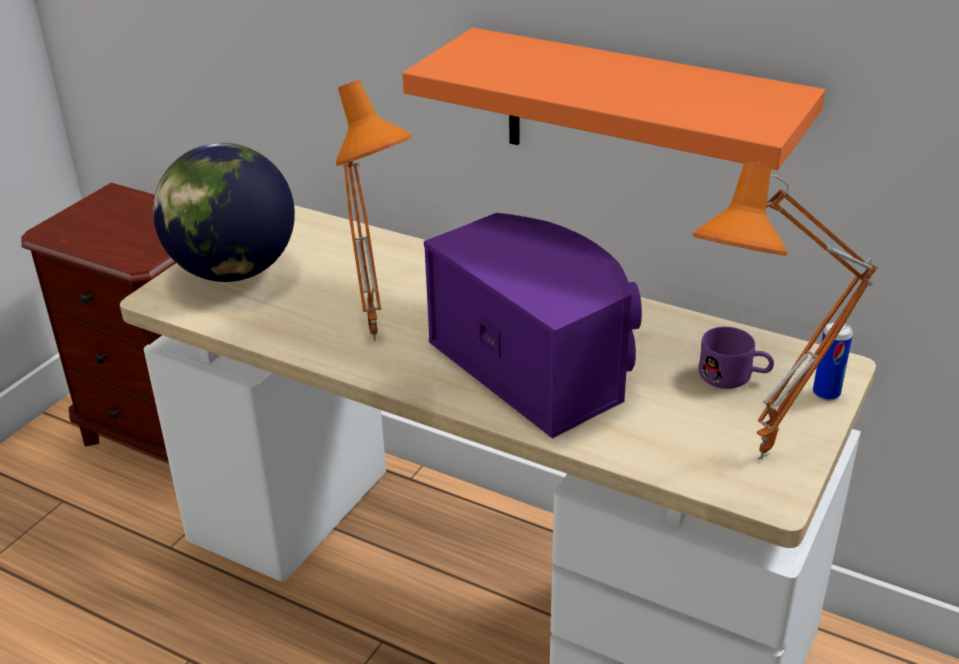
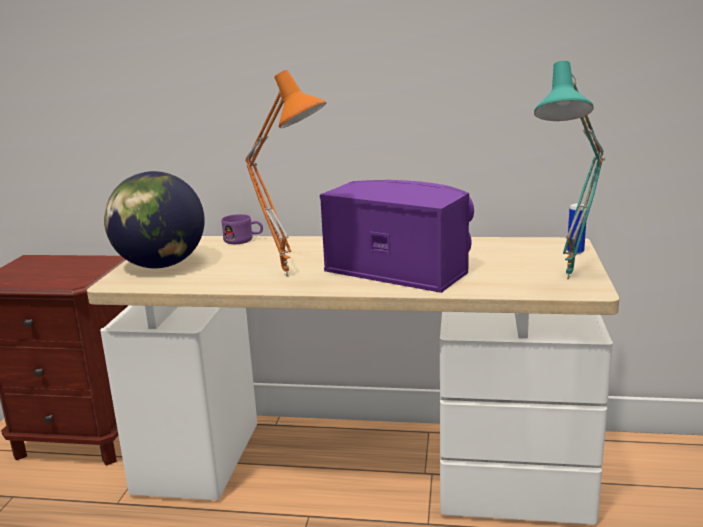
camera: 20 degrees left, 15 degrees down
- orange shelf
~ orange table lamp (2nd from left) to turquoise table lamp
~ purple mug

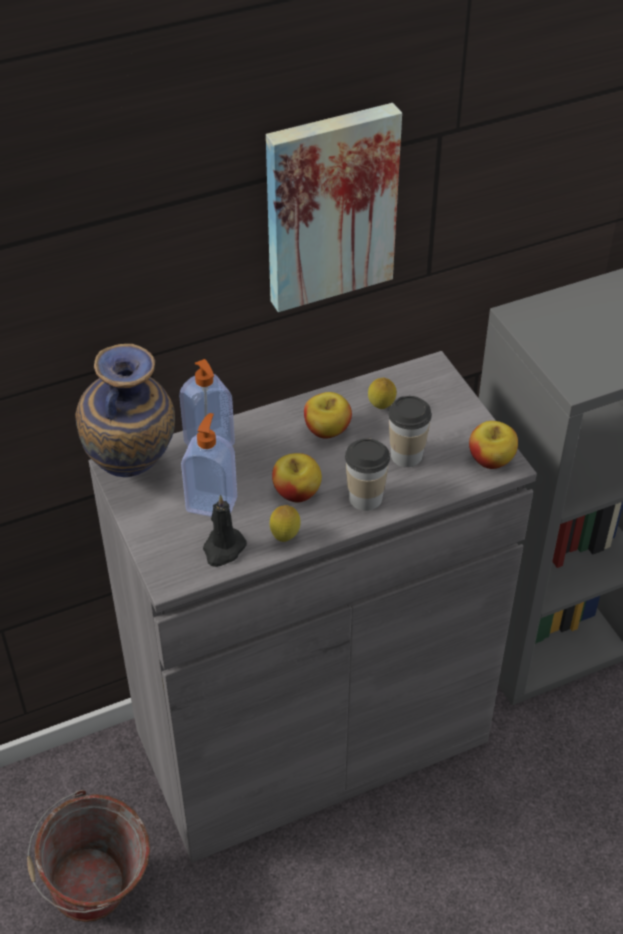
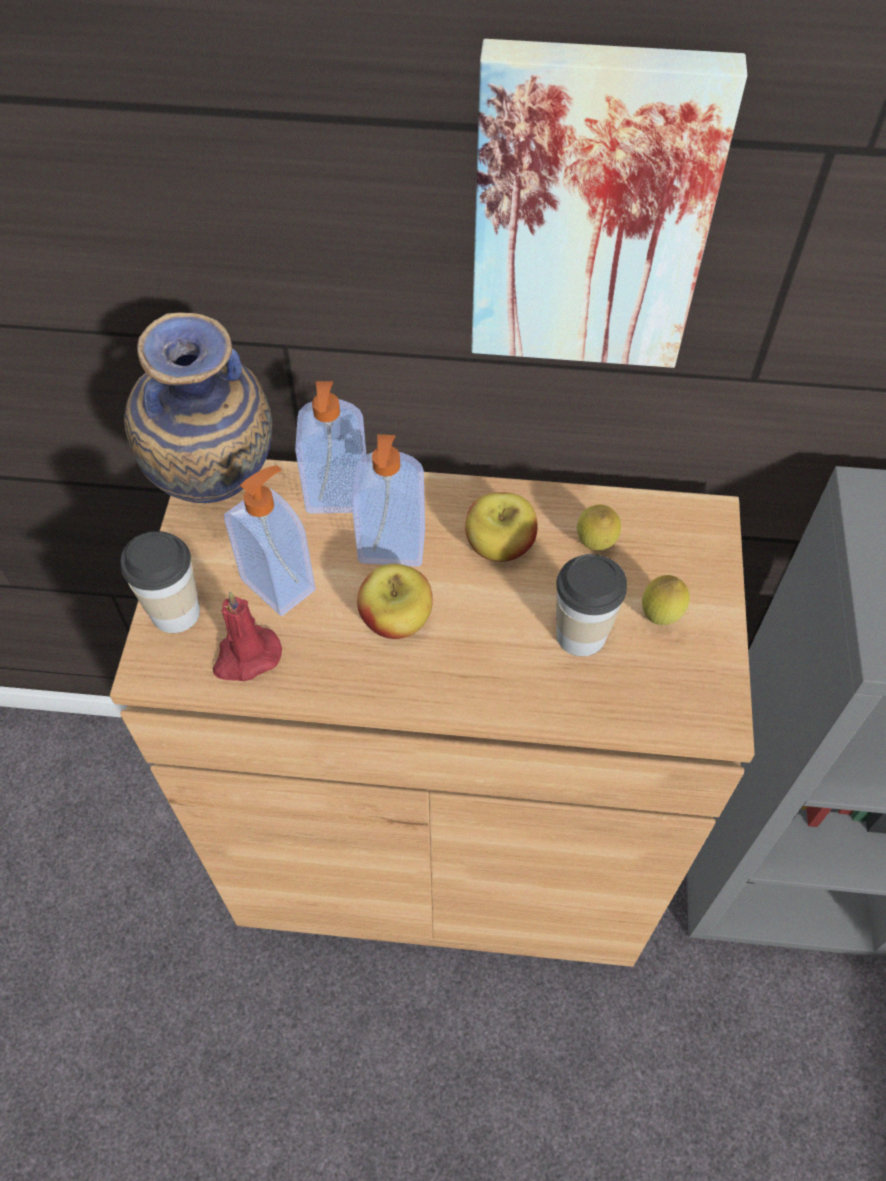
camera: 30 degrees right, 10 degrees up
- bucket
~ grey cabinet to brown cabinet
~ black candle to red candle
~ lemon (1st from left in the first image) to lemon (2nd from left)
~ cup (1st from left)
- apple (3rd from left)
+ soap dispenser (3rd from left)

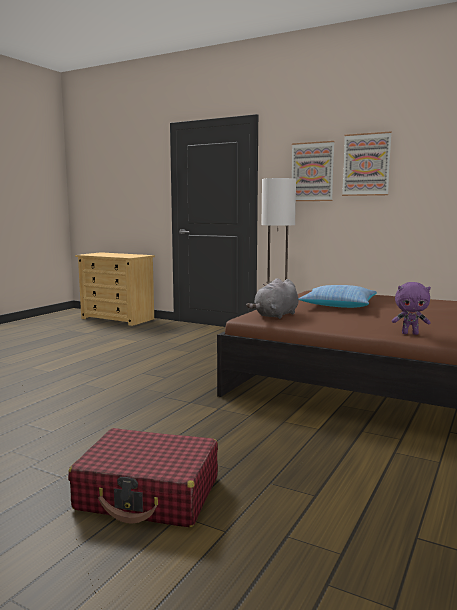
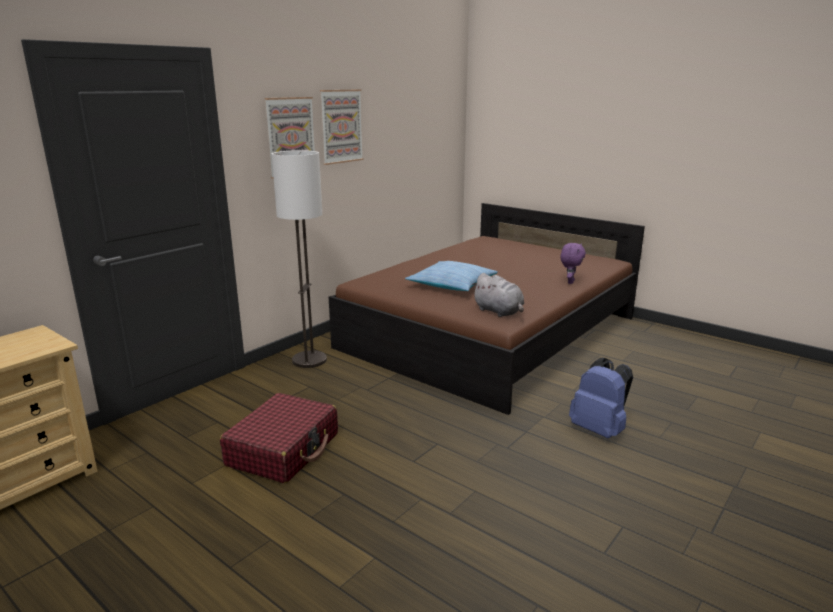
camera: 80 degrees left, 10 degrees up
~ red suitcase
+ blue backpack

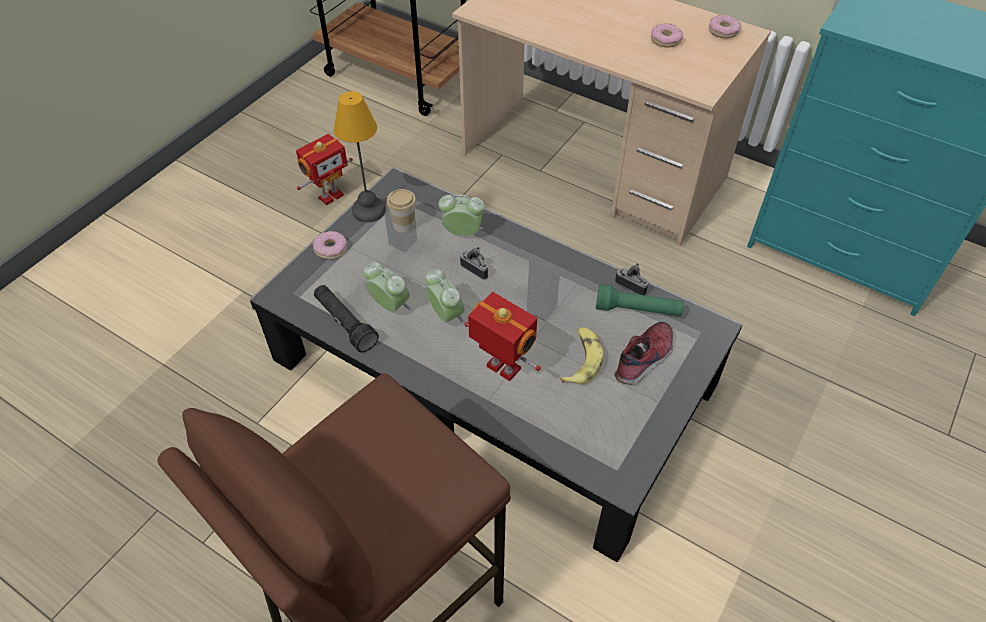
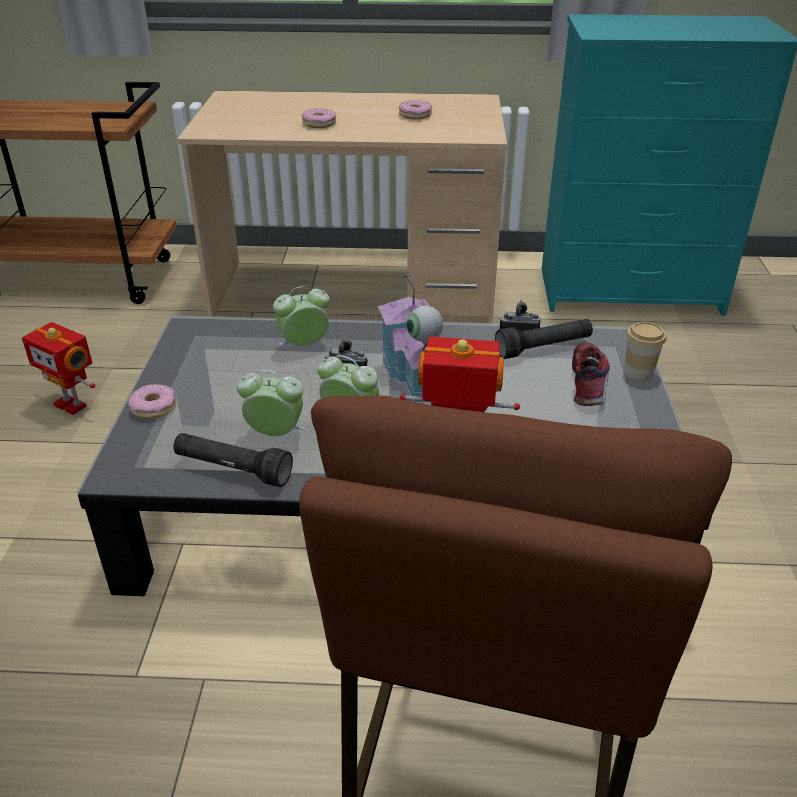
camera: 30 degrees left, 15 degrees down
~ toy robot (1st from left) 105 degrees clockwise
- table lamp
~ cup
- banana
~ green flashlight to black flashlight (2nd from left)
~ donut (3rd from left in the first image) to donut (2nd from left)
+ toy house

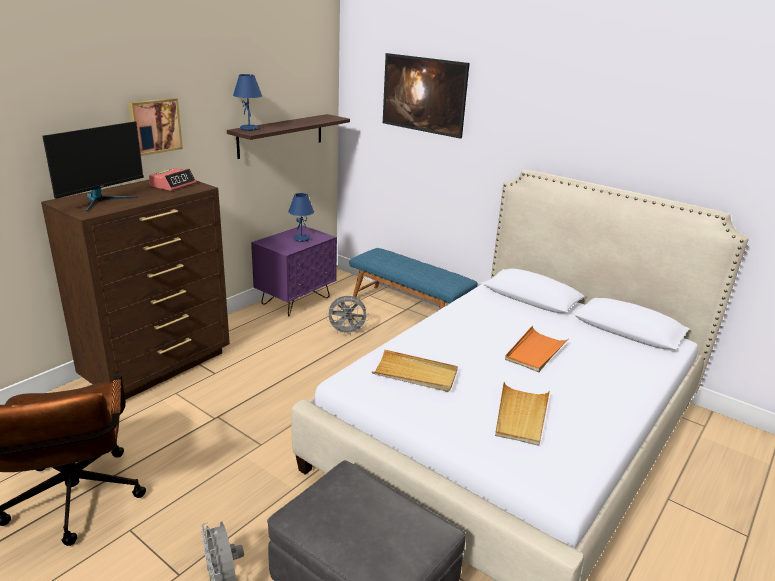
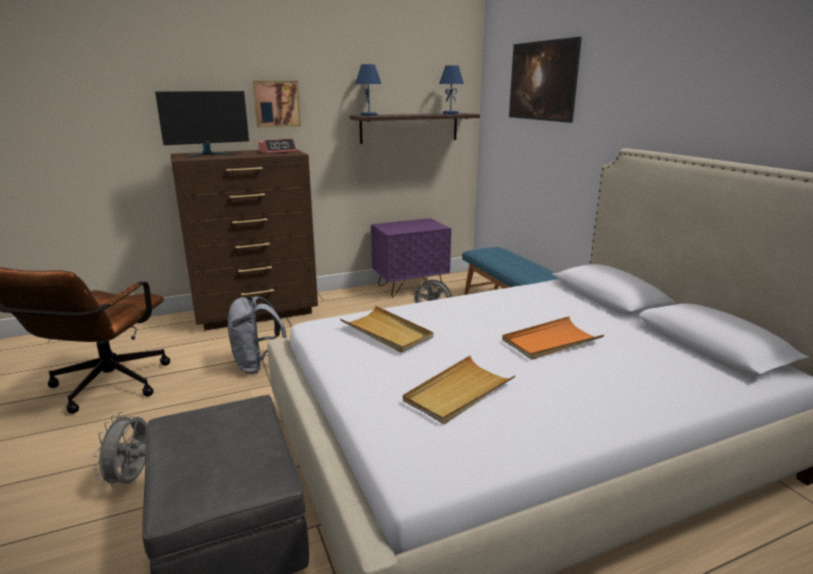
camera: 30 degrees right, 5 degrees down
~ blue table lamp (2nd from left)
+ grey backpack

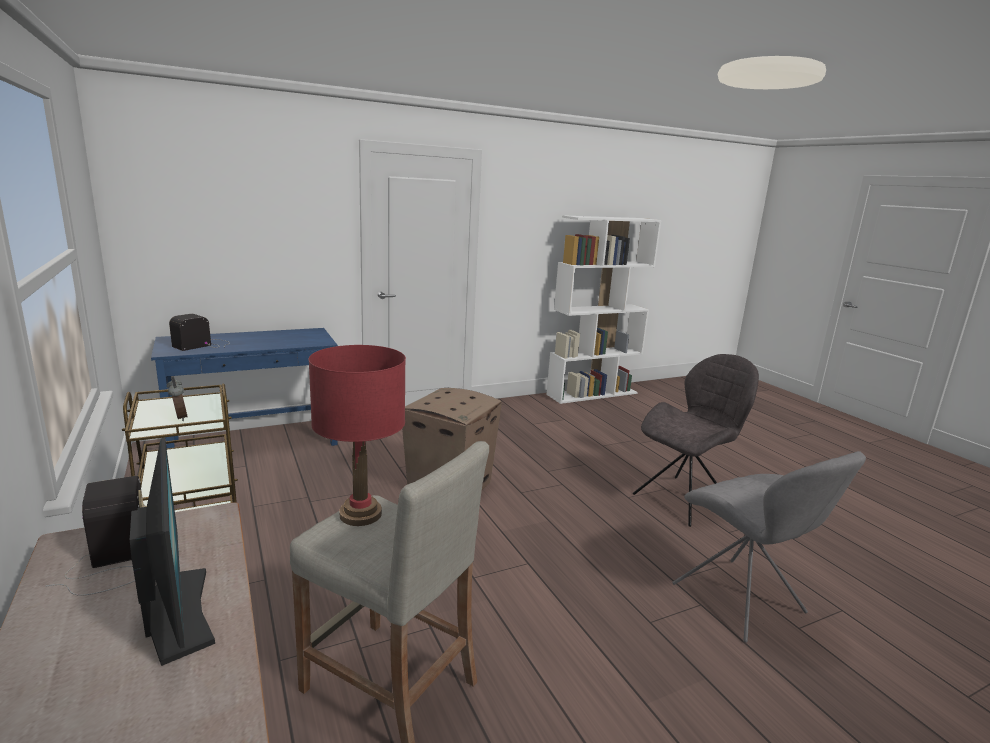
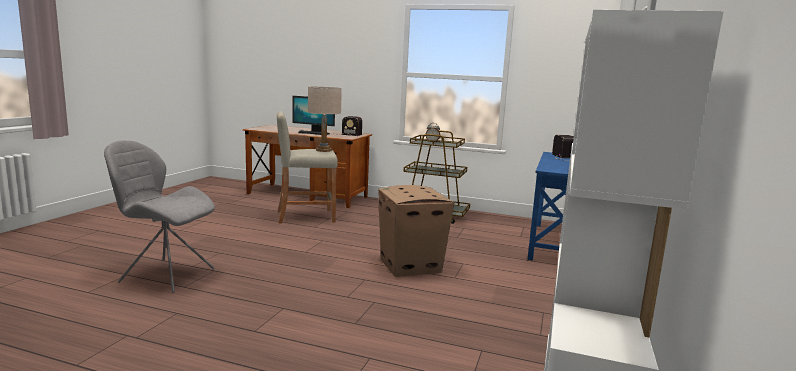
camera: 135 degrees right, 5 degrees down
~ red table lamp to beige table lamp
- grey chair (1st from left)

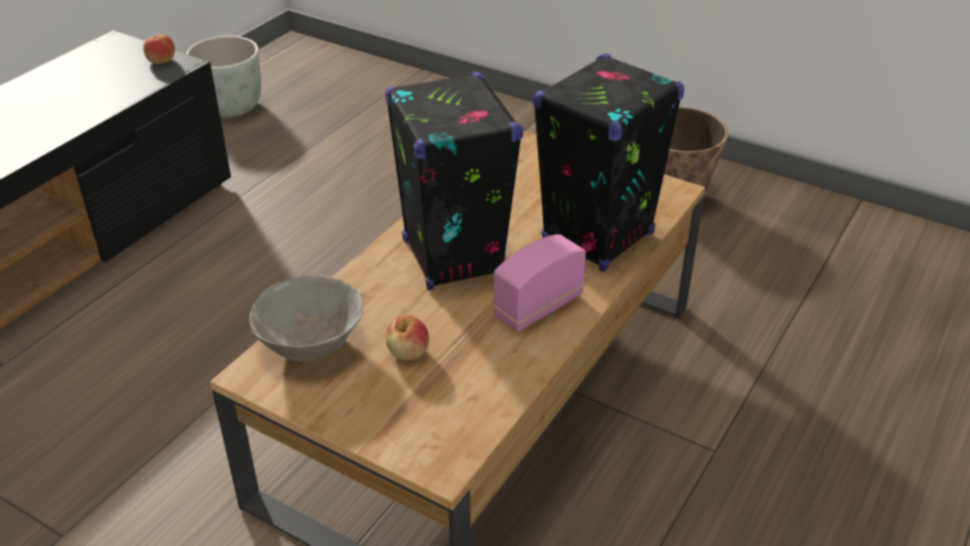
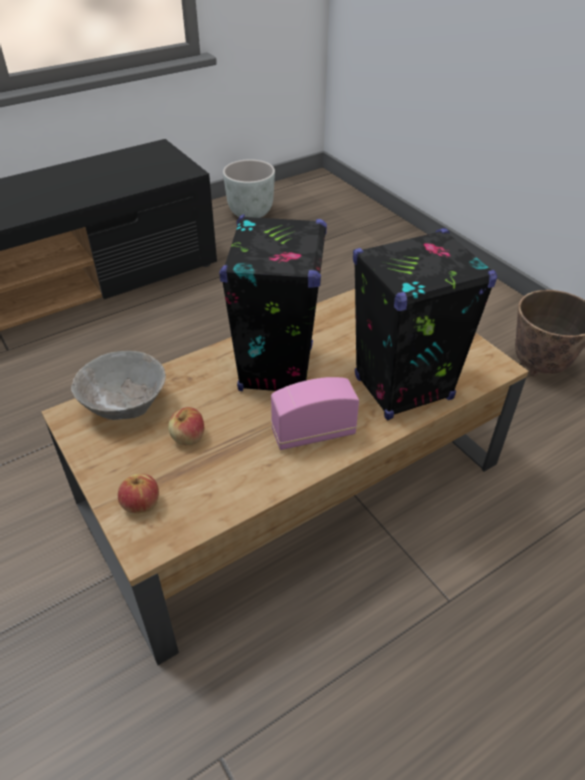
camera: 25 degrees right, 5 degrees up
~ apple (1st from left)

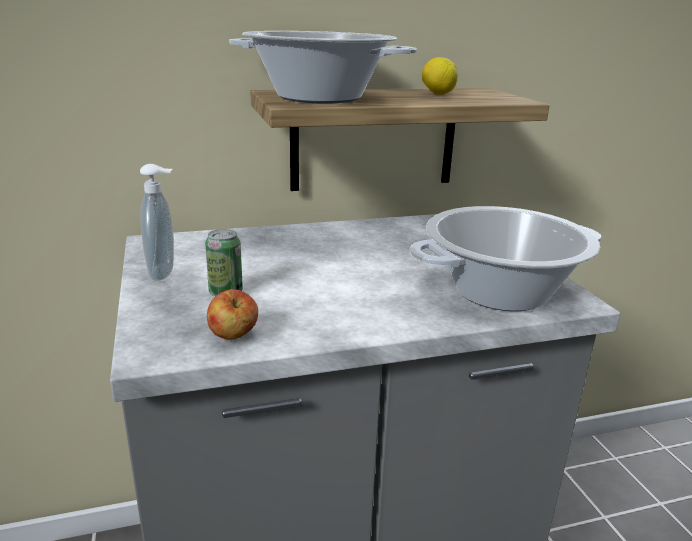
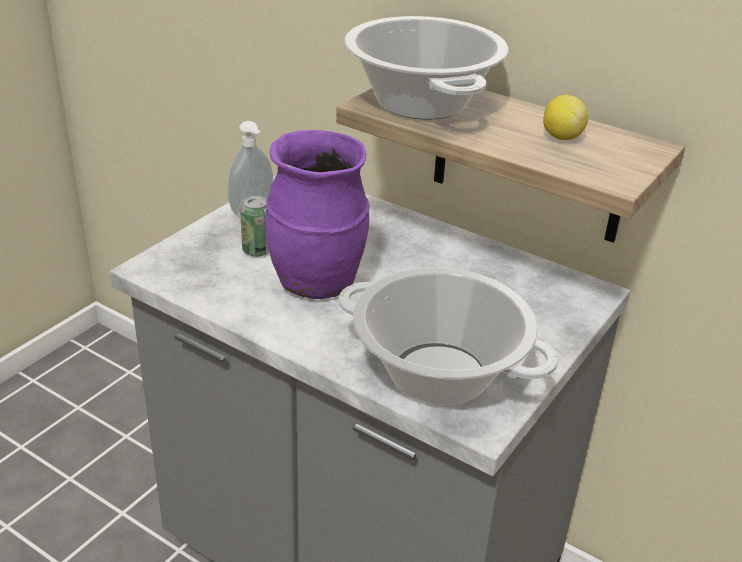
camera: 50 degrees right, 10 degrees up
- apple
+ purple vase

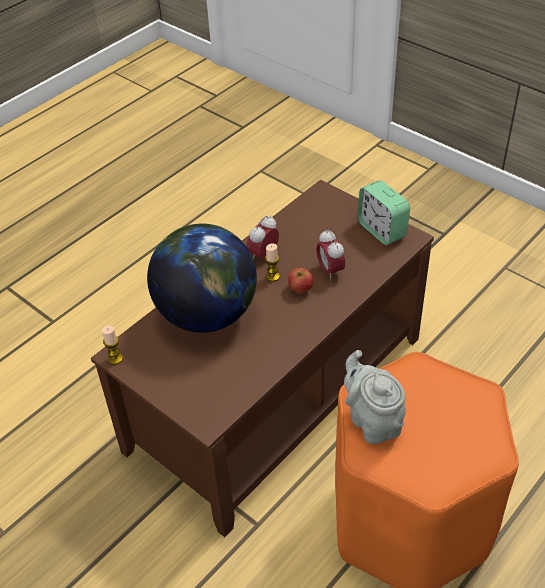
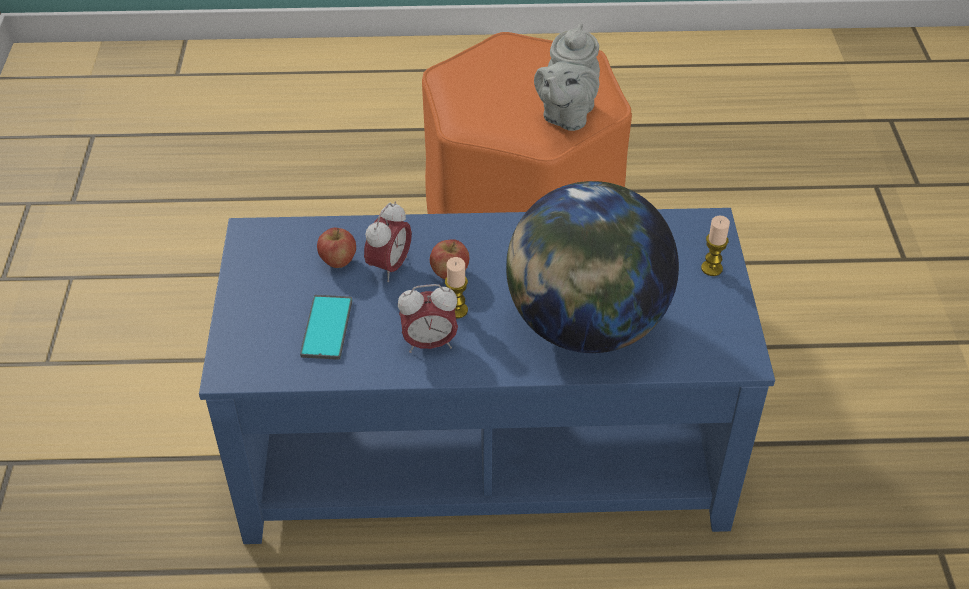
camera: 135 degrees left, 0 degrees up
~ brown coffee table to blue coffee table
~ candle (1st from left in the first image) to candle (2nd from left)
- alarm clock (3rd from left)
+ phone
+ apple (1st from left)

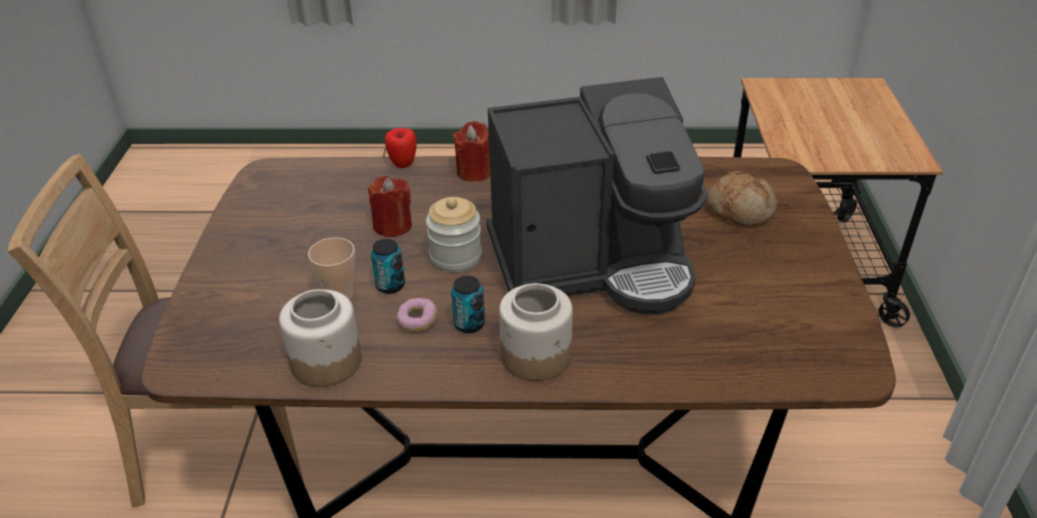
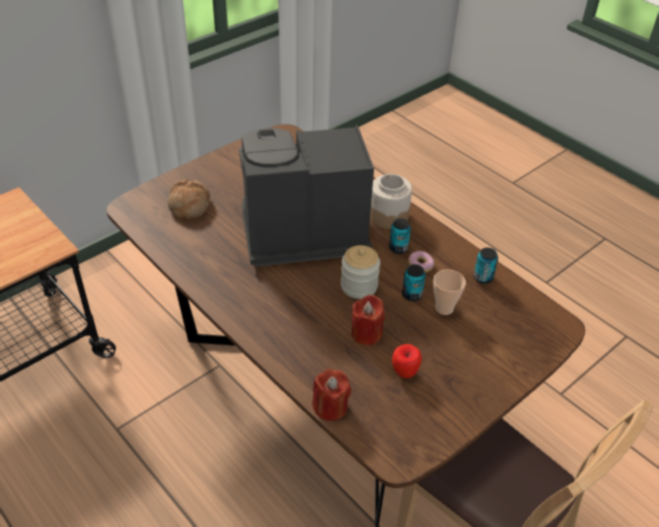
camera: 135 degrees left, 5 degrees up
~ jar (1st from left) to can (3rd from left)
~ apple
~ red candle (2nd from left in the first image) to red candle (1st from left)
~ coffee machine 45 degrees counterclockwise

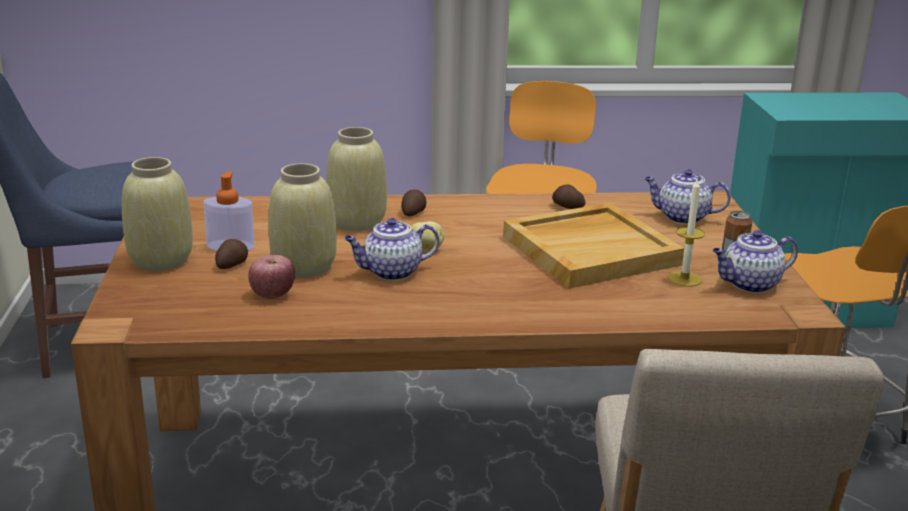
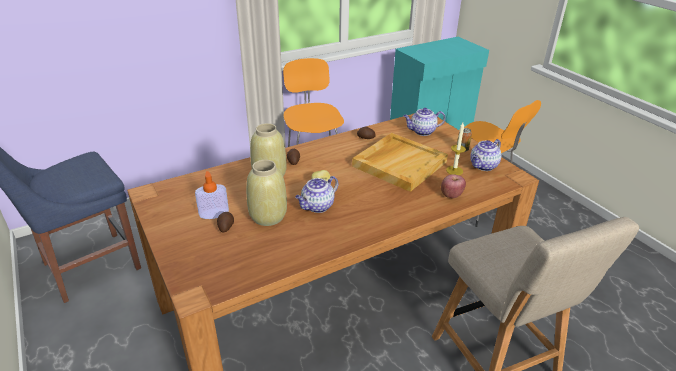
camera: 25 degrees left, 10 degrees up
- beige vase (1st from left)
~ apple

